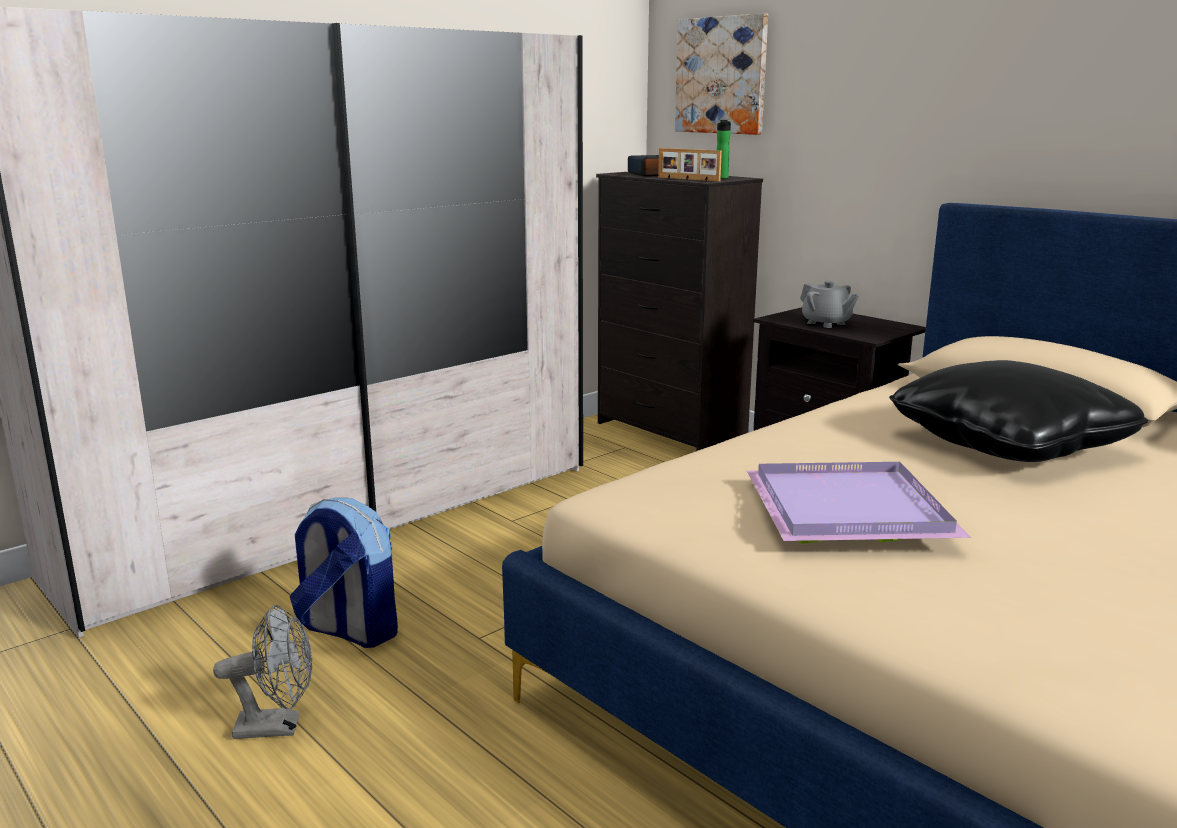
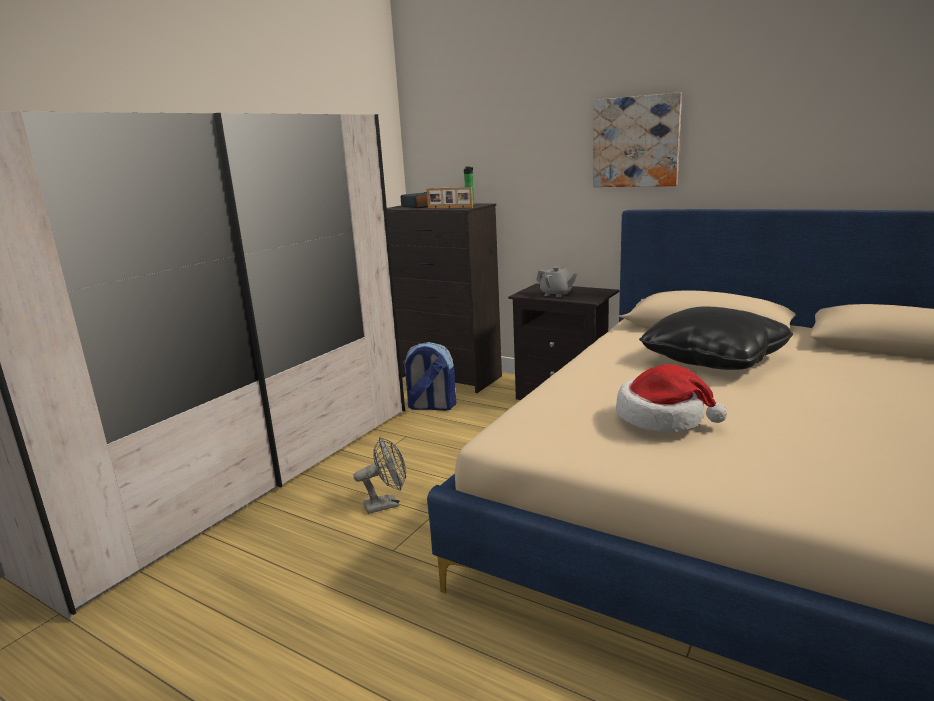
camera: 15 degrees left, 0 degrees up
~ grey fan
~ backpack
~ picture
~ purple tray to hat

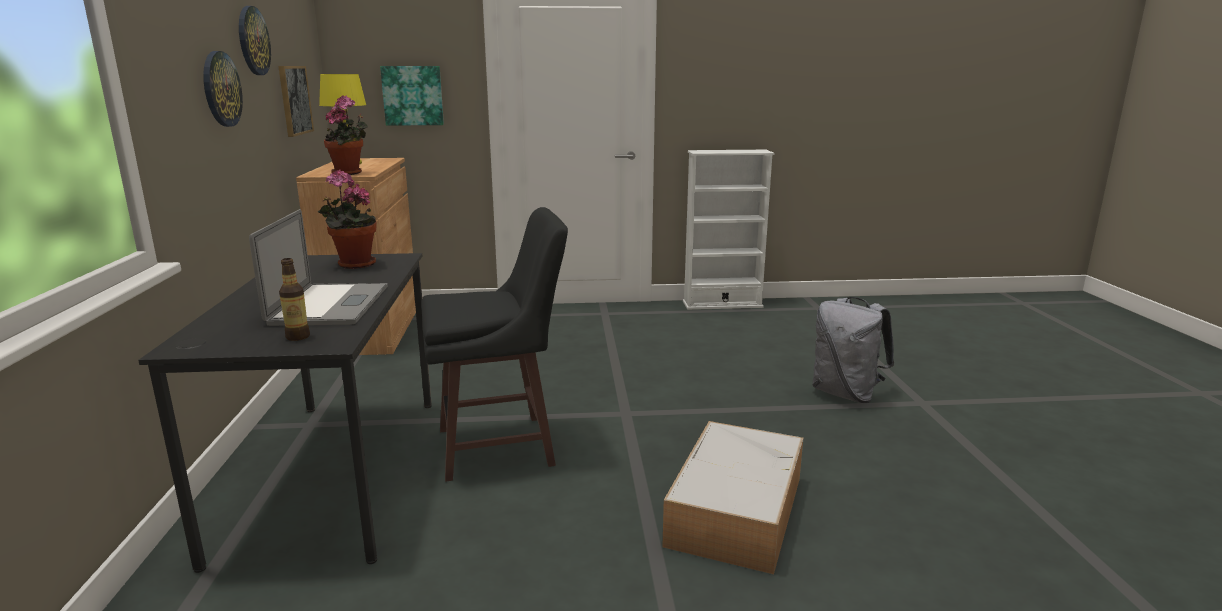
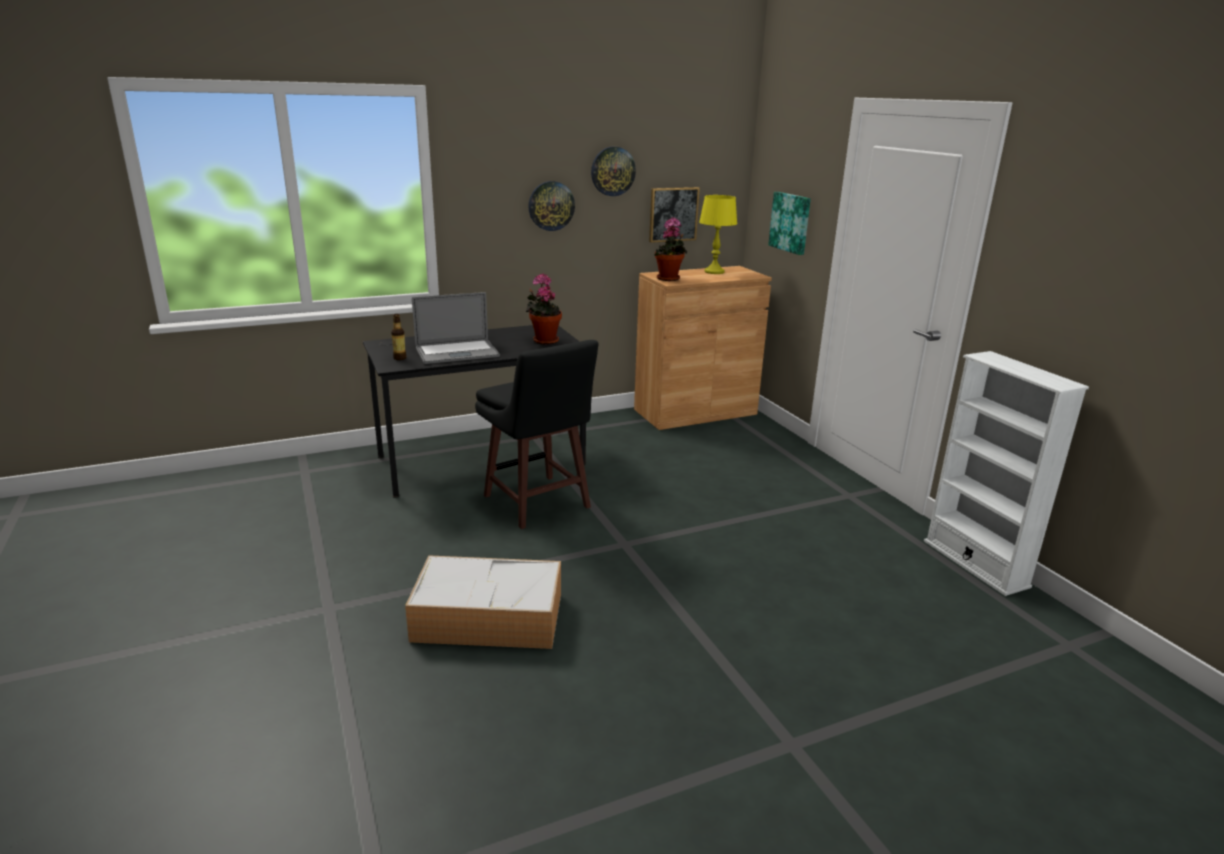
camera: 70 degrees right, 5 degrees up
- grey backpack

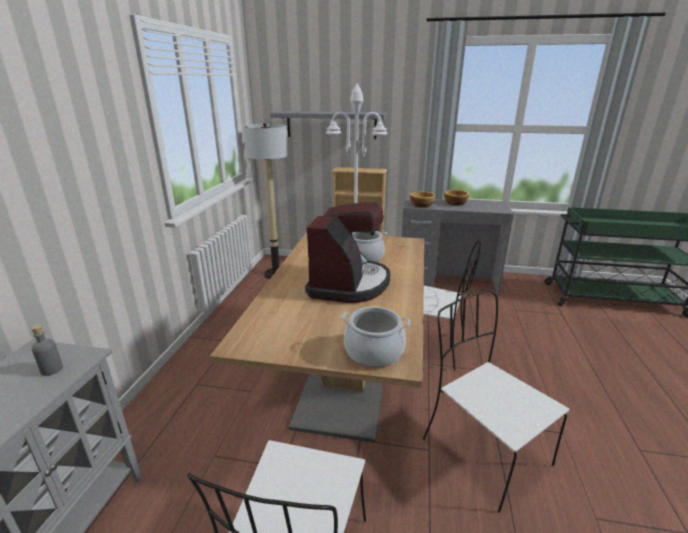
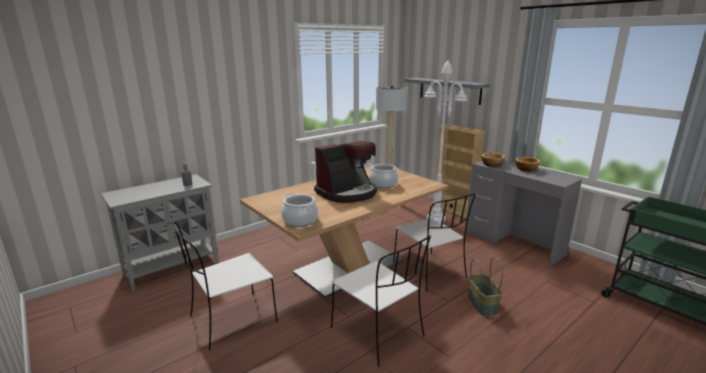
camera: 40 degrees right, 5 degrees down
~ white chair (3rd from left in the first image) 135 degrees clockwise
+ basket

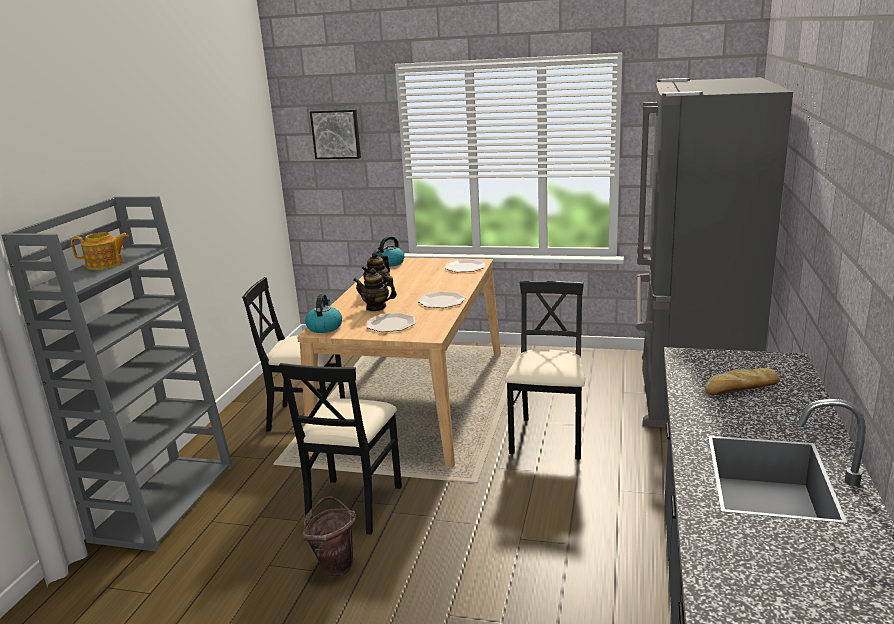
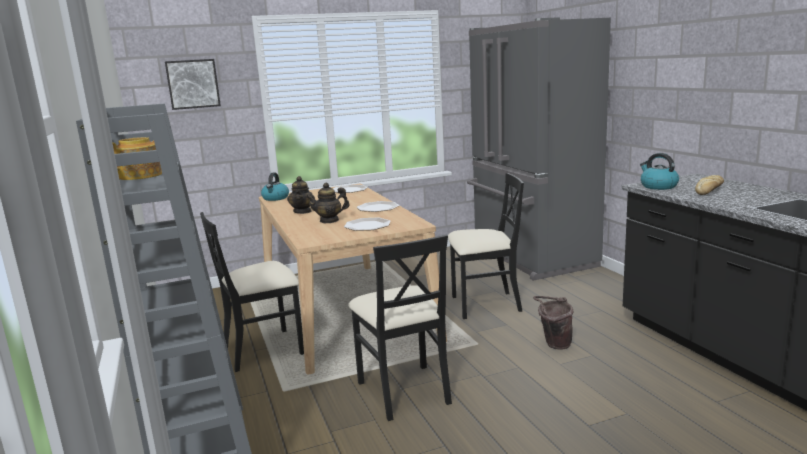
camera: 35 degrees left, 5 degrees down
~ brown bucket
~ kettle (1st from left in the first image) to kettle (2nd from left)
~ black chair (3rd from left) 105 degrees clockwise

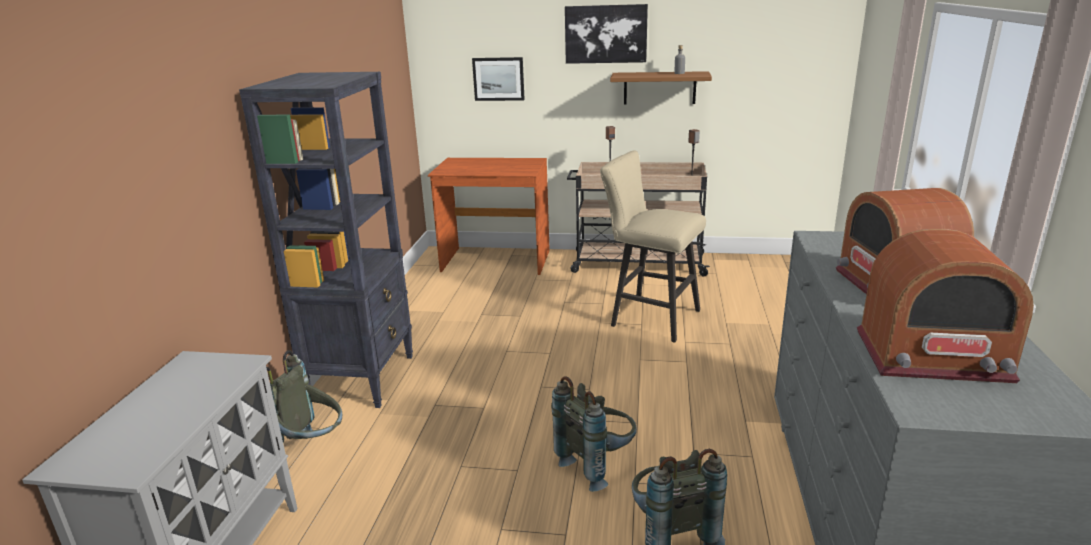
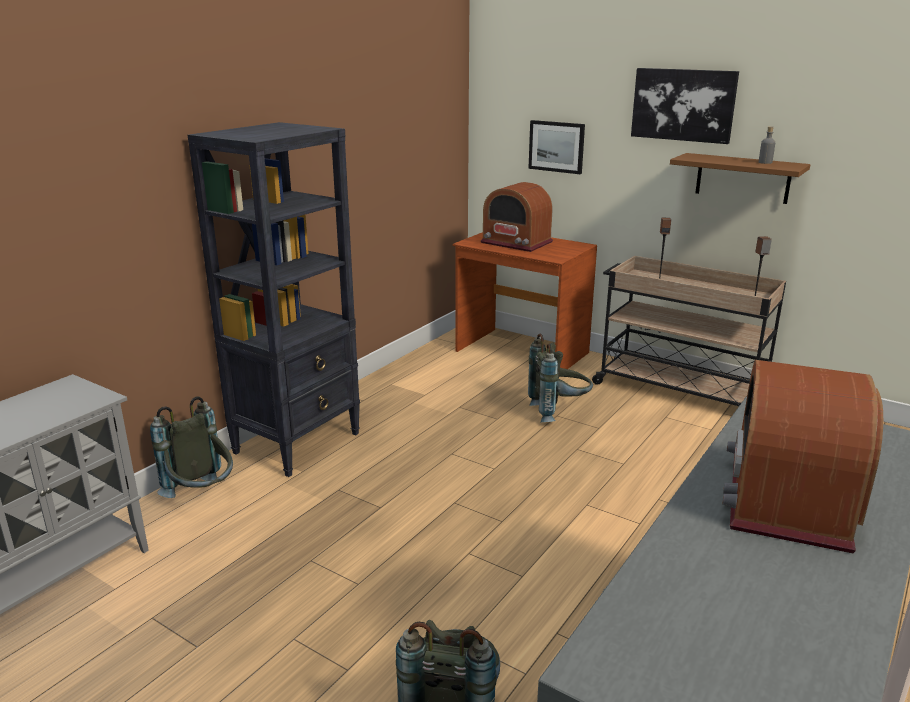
camera: 25 degrees right, 0 degrees up
~ grey backpack (2nd from left in the first image) to grey backpack (3rd from left)
- beige stool
~ radio (2nd from left in the first image) to radio (1st from left)

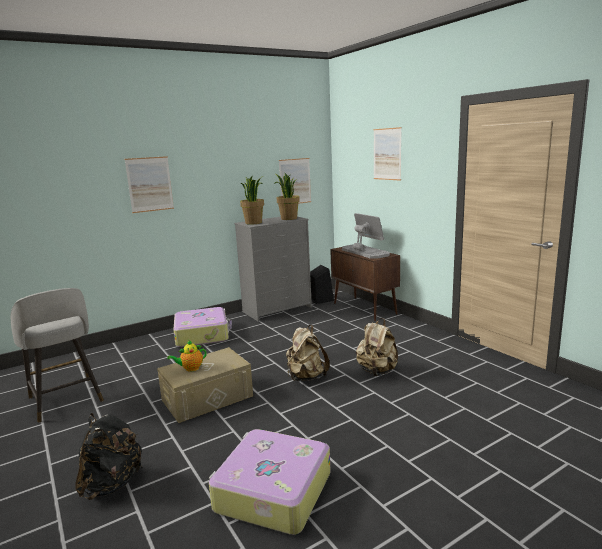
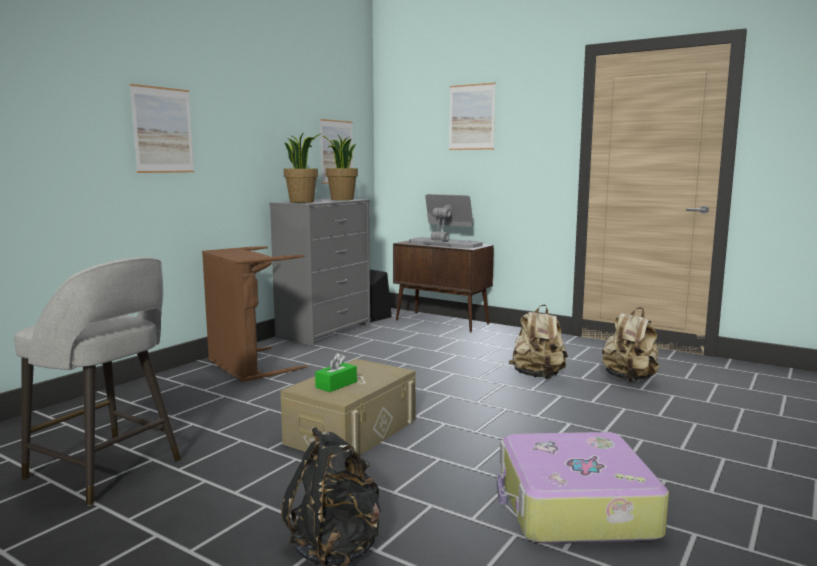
camera: 25 degrees left, 5 degrees down
~ teapot to green tissue box
~ suitcase (1st from left) to brown laundry basket
~ beige backpack (1st from left in the first image) to beige backpack (2nd from left)

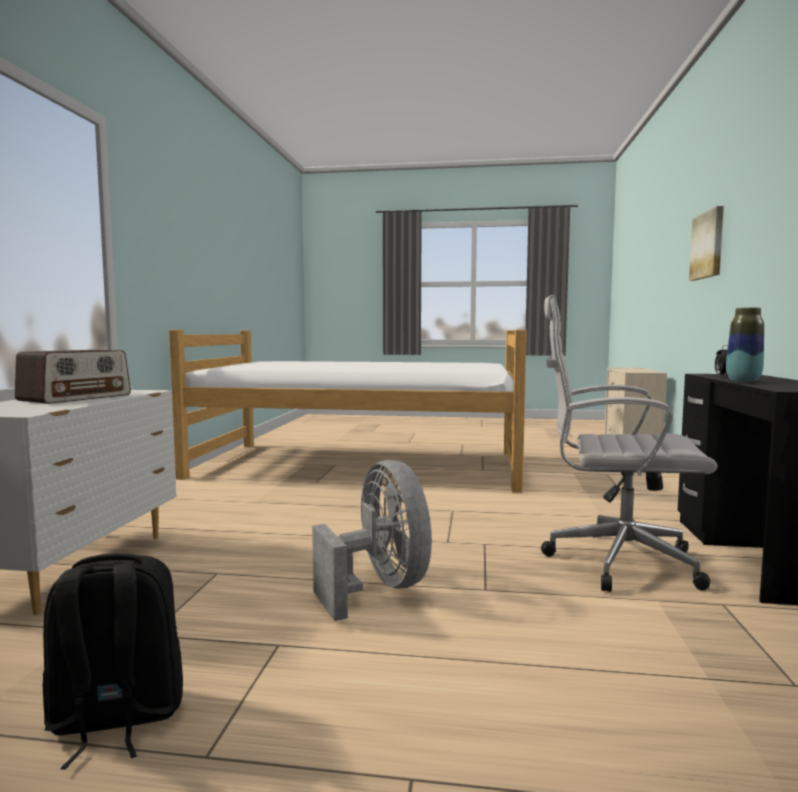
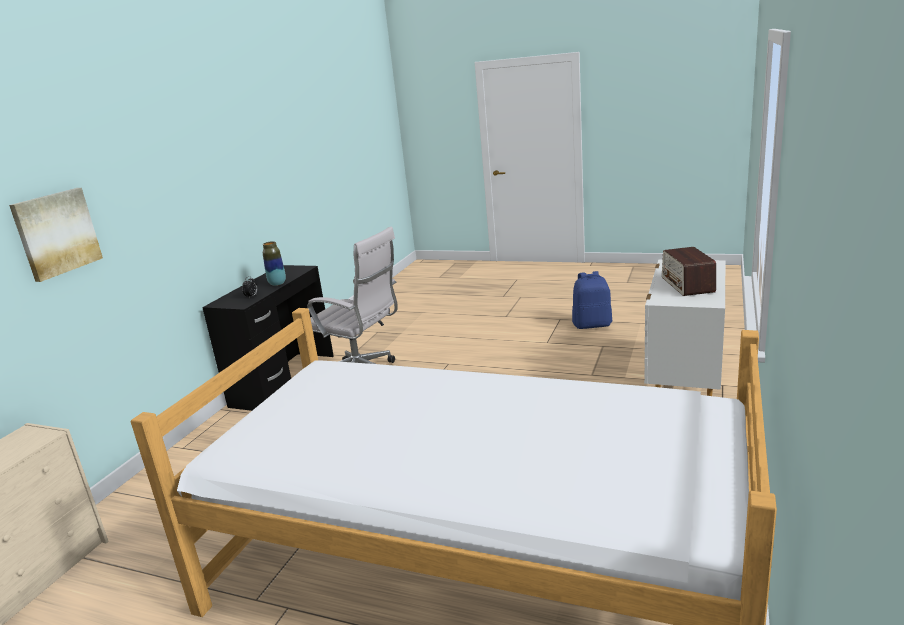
camera: 165 degrees left, 15 degrees up
~ radio 45 degrees counterclockwise
~ black backpack to blue backpack
- grey fan

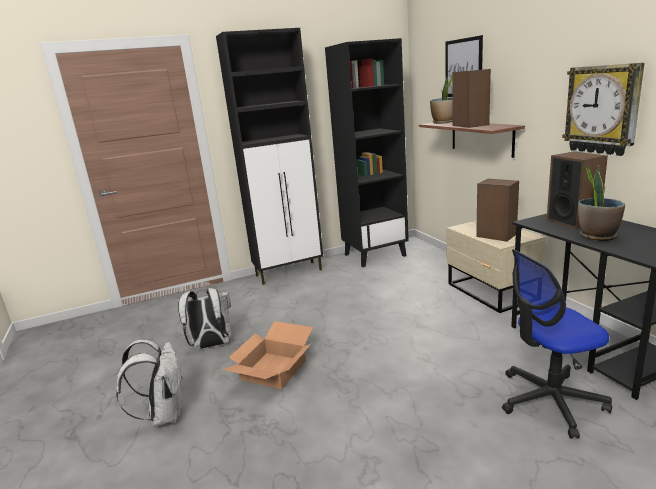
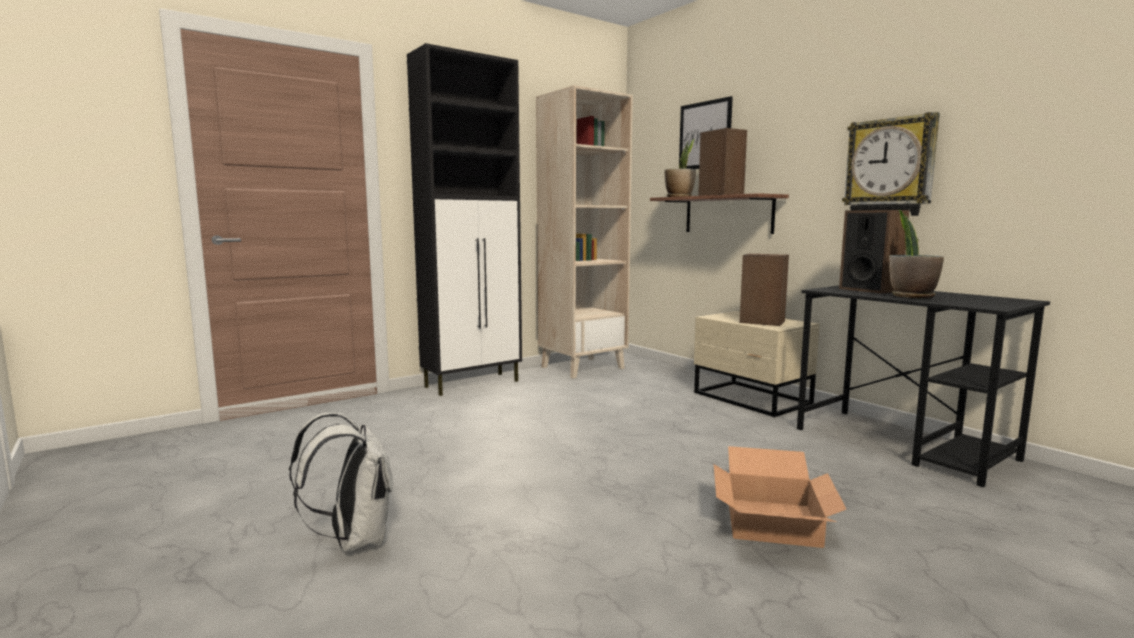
camera: 15 degrees left, 10 degrees down
- white backpack (2nd from left)
~ cardboard box
~ black bookcase to beige bookcase
- office chair

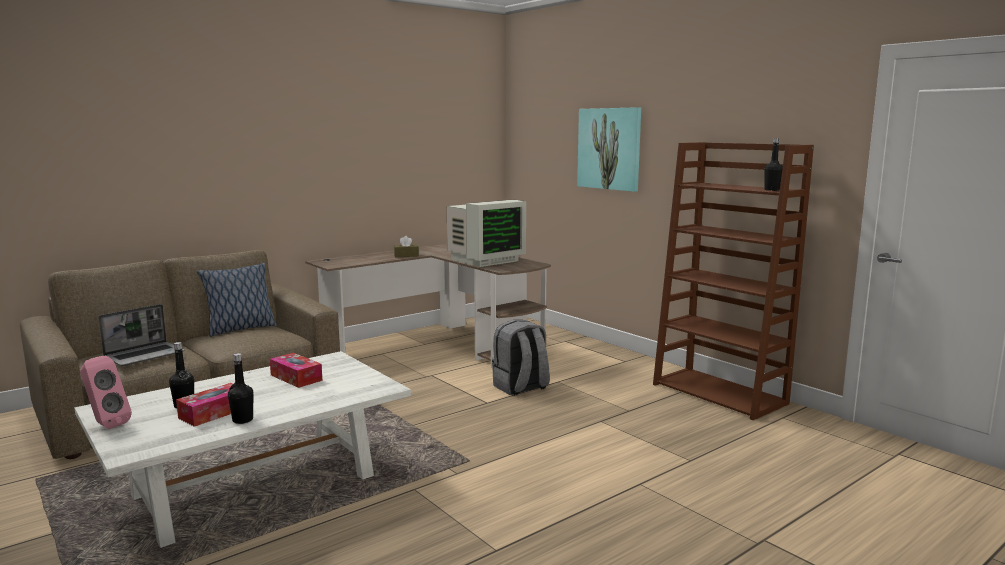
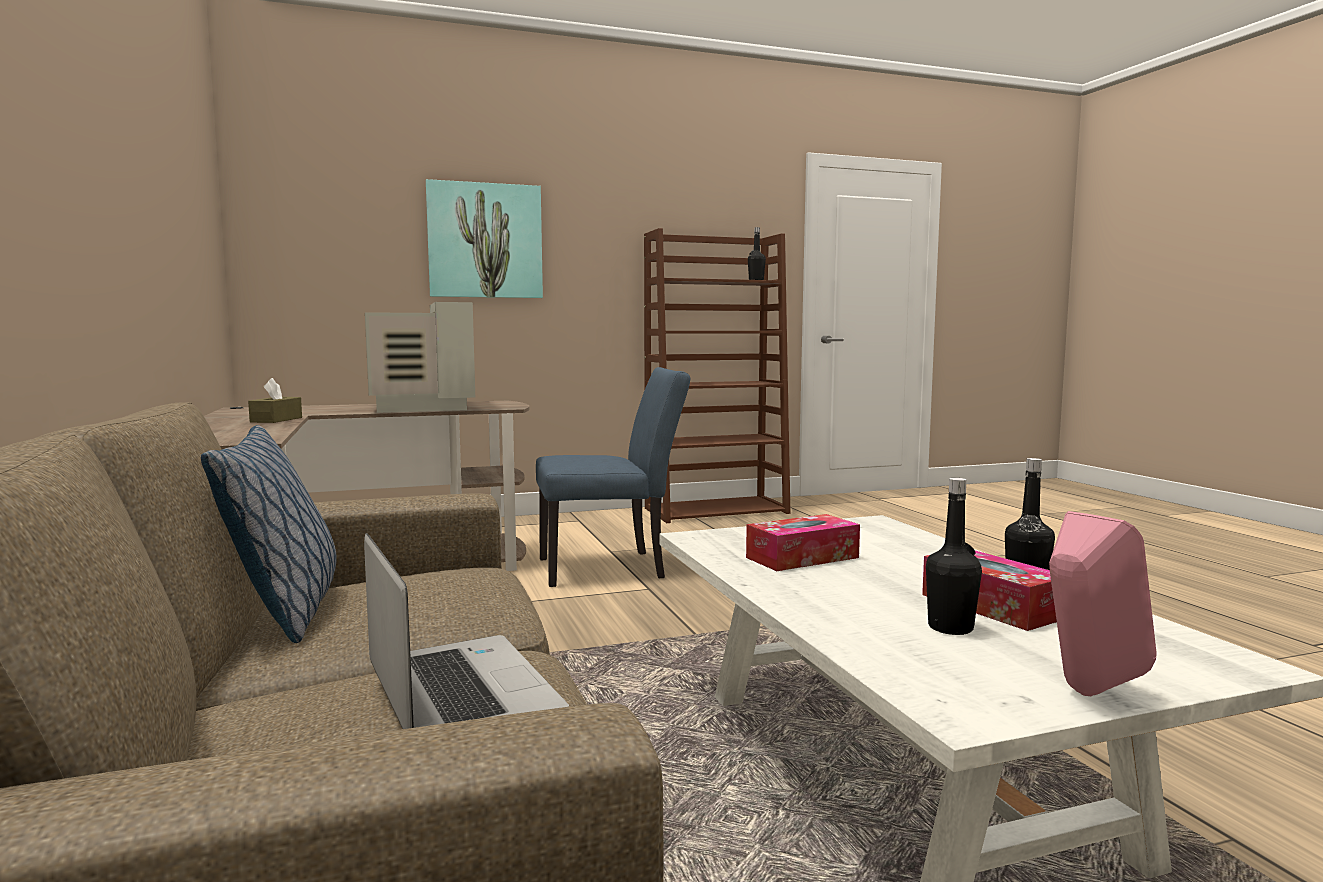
camera: 70 degrees left, 5 degrees down
~ grey backpack to blue chair

